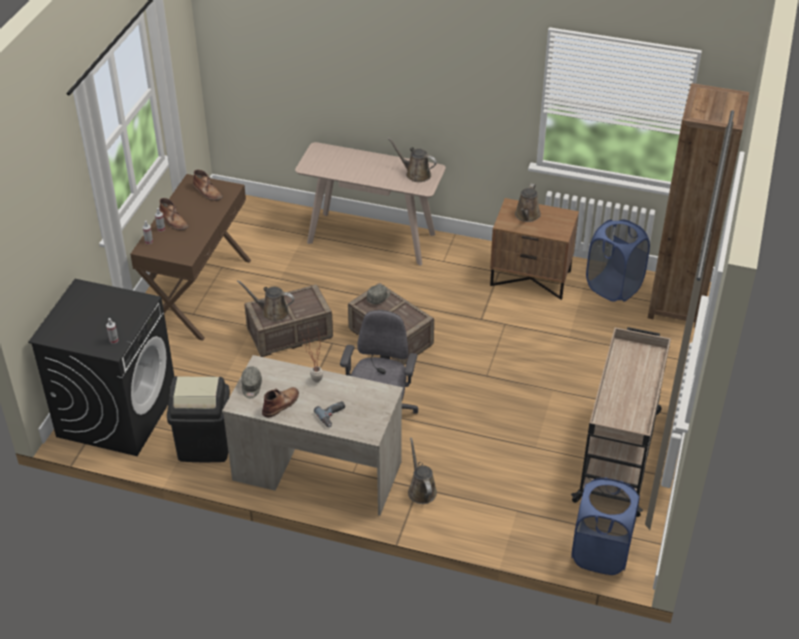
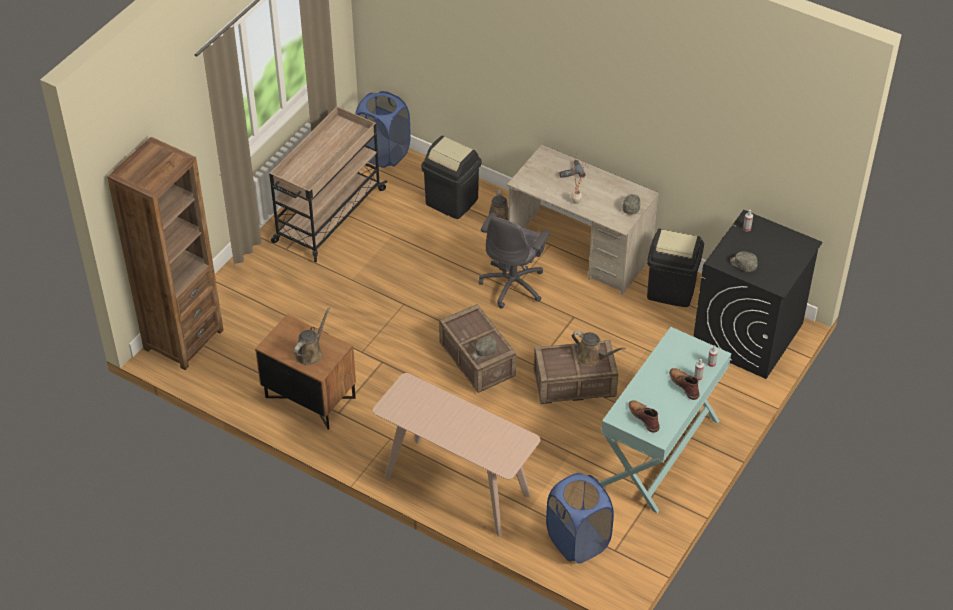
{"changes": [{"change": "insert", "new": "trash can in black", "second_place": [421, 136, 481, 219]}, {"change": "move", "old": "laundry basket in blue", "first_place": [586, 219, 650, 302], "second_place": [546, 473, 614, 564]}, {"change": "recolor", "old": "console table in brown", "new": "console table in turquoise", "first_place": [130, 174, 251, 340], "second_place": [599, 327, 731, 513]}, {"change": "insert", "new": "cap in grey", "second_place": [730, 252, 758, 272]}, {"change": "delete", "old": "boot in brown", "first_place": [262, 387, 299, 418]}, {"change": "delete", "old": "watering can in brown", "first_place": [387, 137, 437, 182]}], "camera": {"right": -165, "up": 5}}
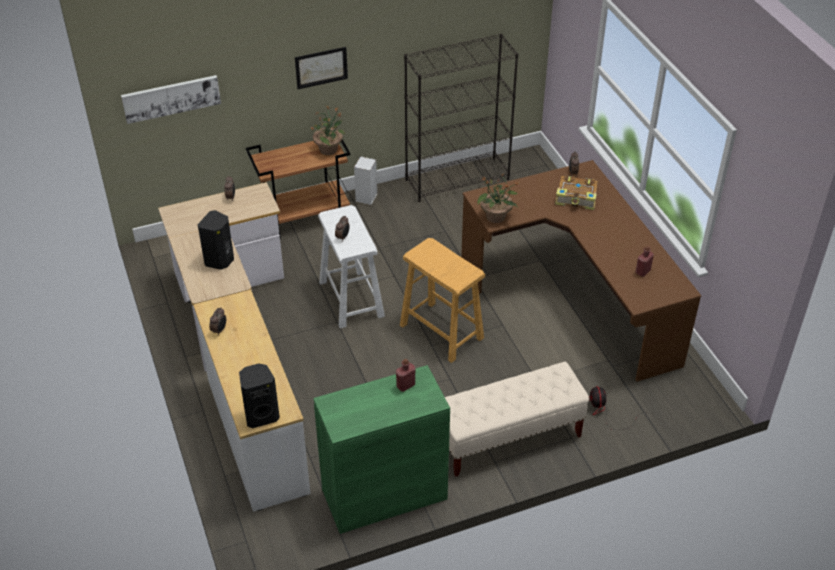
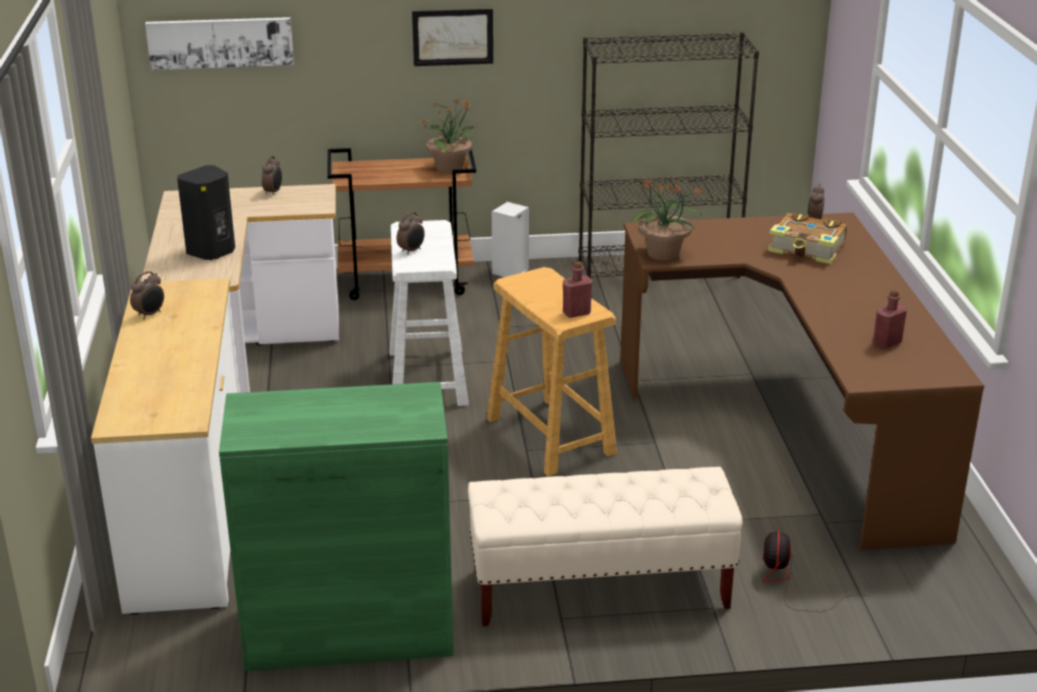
{"changes": [{"change": "move", "old": "bottle in red", "first_place": [396, 359, 416, 392], "second_place": [563, 262, 592, 318]}, {"change": "delete", "old": "speaker in black", "first_place": [239, 363, 280, 428]}], "camera": {"right": 15, "up": -15}}
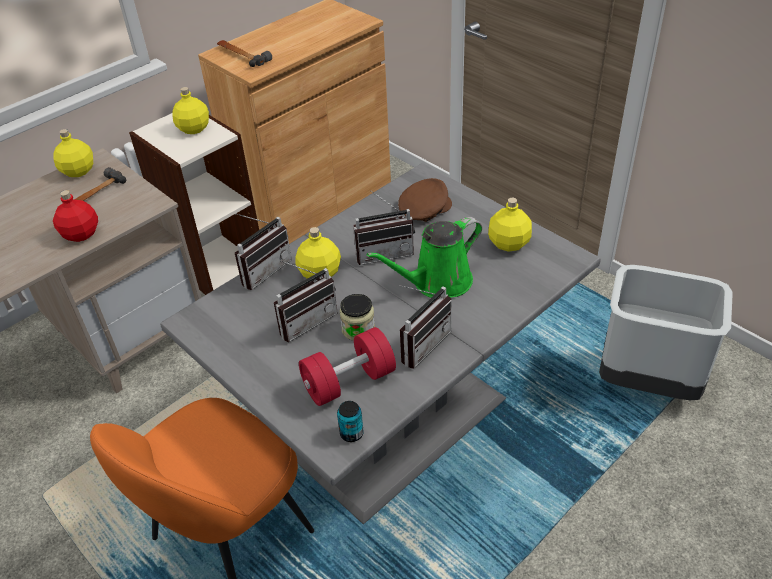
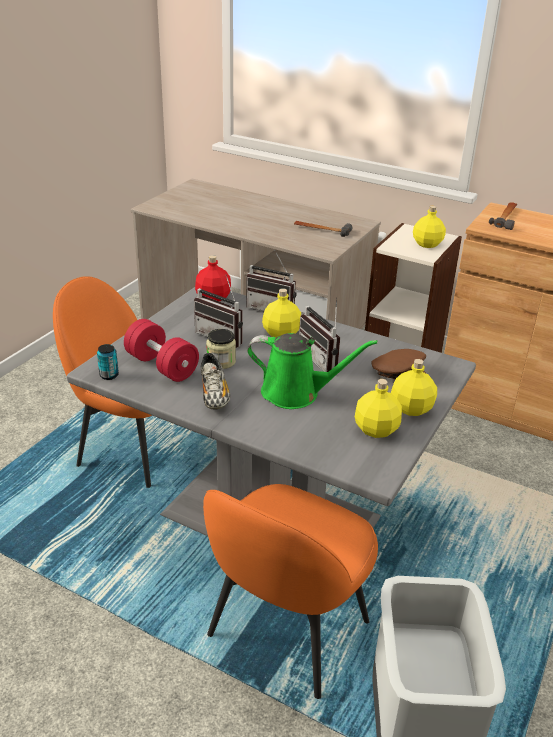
{"changes": [{"change": "move", "old": "bottle in red", "first_place": [53, 190, 98, 242], "second_place": [195, 255, 231, 302]}, {"change": "replace", "old": "radio", "new": "shoe", "first_place": [400, 285, 452, 369], "second_place": [201, 353, 230, 410]}, {"change": "insert", "new": "chair in orange", "second_place": [203, 484, 378, 699]}, {"change": "rotate", "old": "watering can in green", "first_place": [367, 217, 482, 298], "second_place": [247, 333, 378, 409], "degrees": 150}, {"change": "move", "old": "bottle in yellow", "first_place": [54, 129, 93, 177], "second_place": [391, 359, 437, 416]}], "camera": {"right": 70, "up": -10}}
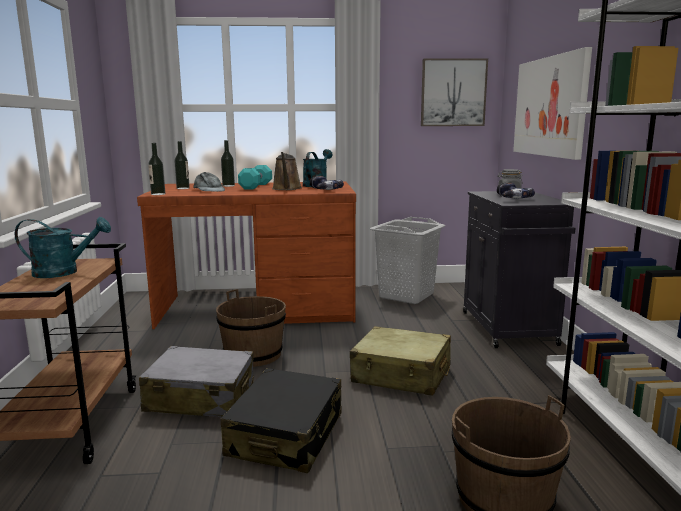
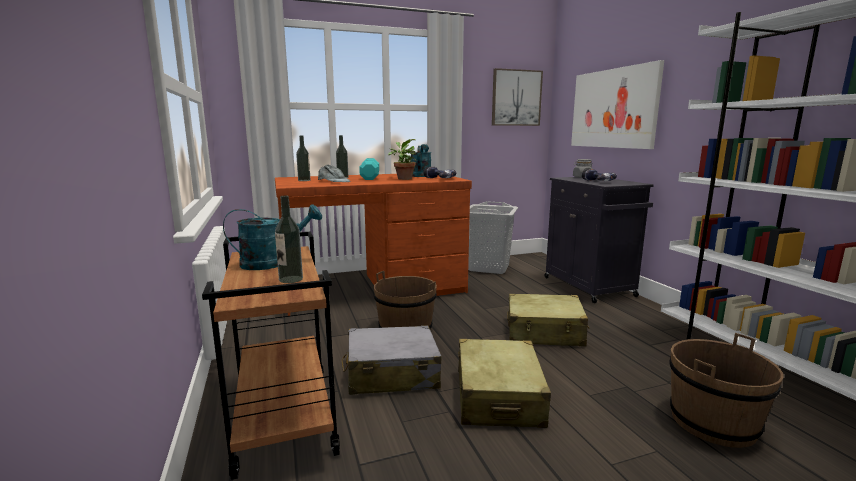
{"changes": [{"change": "move", "old": "bottle", "first_place": [148, 143, 165, 195], "second_place": [275, 196, 303, 283]}, {"change": "replace", "old": "watering can in brown", "new": "potted plant", "first_place": [272, 152, 302, 190], "second_place": [388, 139, 417, 180]}, {"change": "recolor", "old": "suitcase in black", "new": "suitcase in beige", "first_place": [221, 368, 342, 473], "second_place": [458, 339, 551, 428]}], "camera": {"right": -15, "up": 0}}
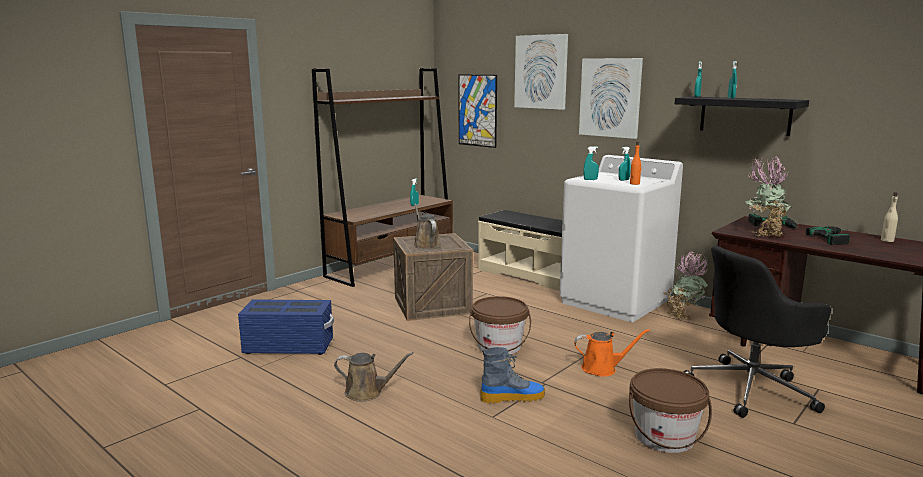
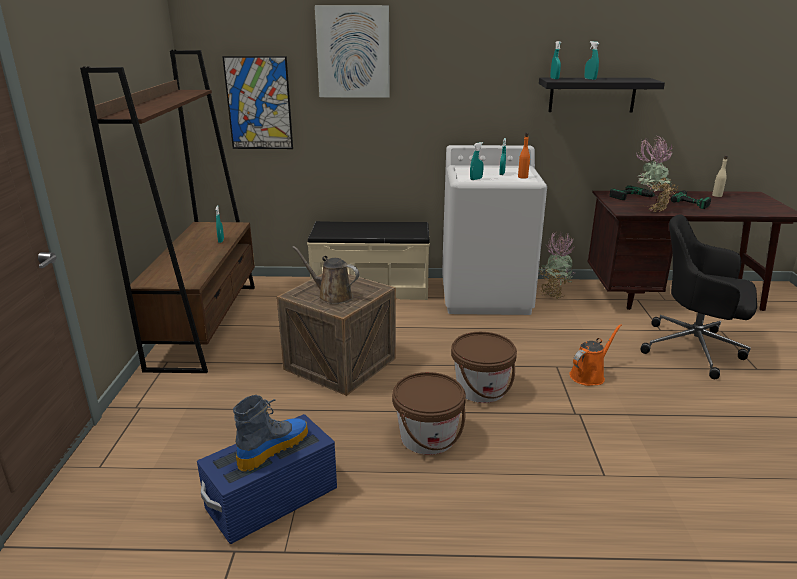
{"changes": [{"change": "move", "old": "boot", "first_place": [480, 347, 545, 404], "second_place": [233, 395, 308, 472]}, {"change": "move", "old": "bucket in brown", "first_place": [629, 368, 712, 453], "second_place": [392, 372, 466, 455]}, {"change": "rotate", "old": "office chair in black", "first_place": [684, 246, 831, 418], "second_place": [640, 214, 757, 379], "degrees": 90}, {"change": "delete", "old": "watering can in brown", "first_place": [334, 352, 414, 402]}, {"change": "delete", "old": "picture", "first_place": [579, 58, 643, 139]}], "camera": {"right": -40, "up": 10}}
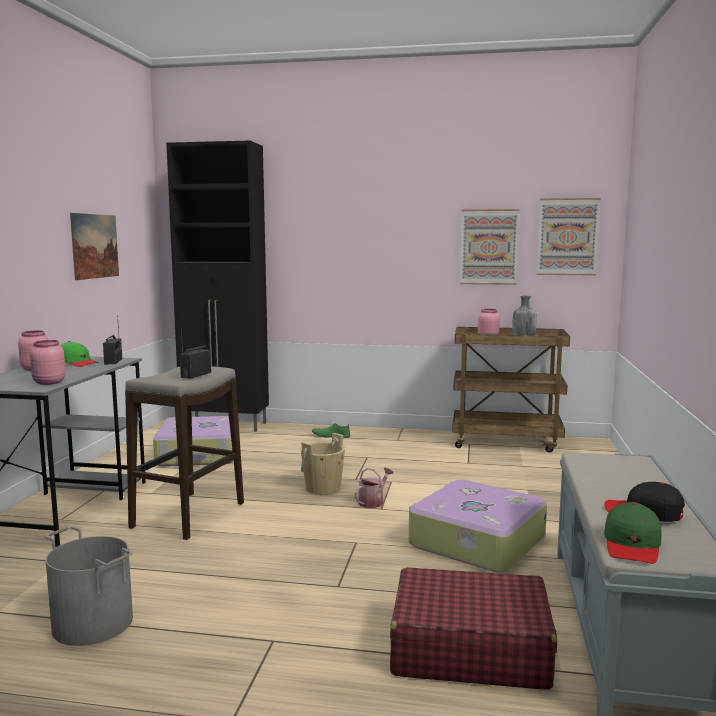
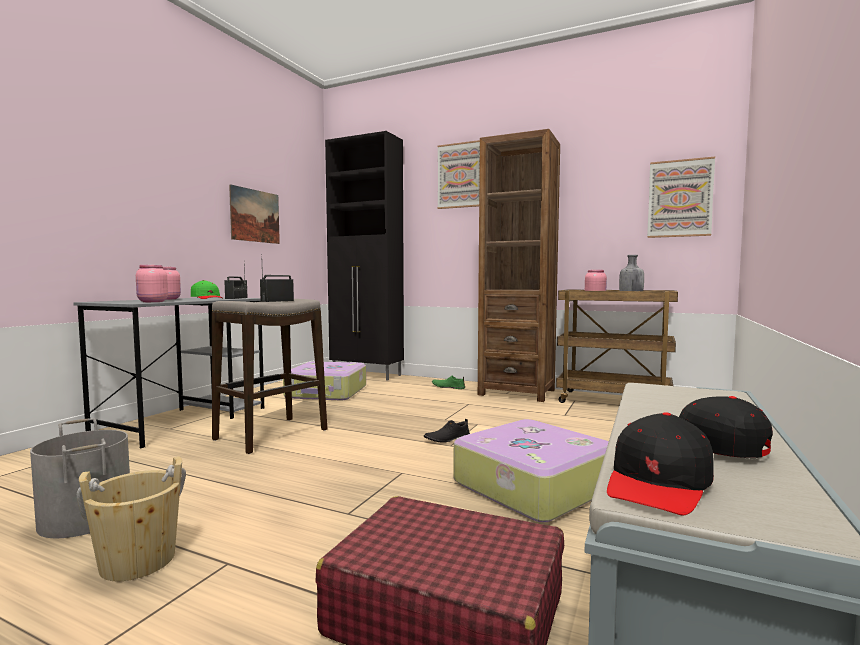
{"changes": [{"change": "move", "old": "bucket in beige", "first_place": [301, 433, 345, 495], "second_place": [77, 456, 186, 581]}, {"change": "replace", "old": "watering can", "new": "shoe in black", "first_place": [355, 467, 393, 508], "second_place": [424, 419, 470, 443]}, {"change": "move", "old": "picture", "first_place": [460, 209, 520, 285], "second_place": [437, 140, 480, 209]}, {"change": "insert", "new": "bookcase in brown", "second_place": [478, 129, 560, 402]}, {"change": "recolor", "old": "cap in green", "new": "cap in black", "first_place": [604, 502, 662, 564], "second_place": [607, 412, 714, 515]}], "camera": {"right": 15, "up": -5}}
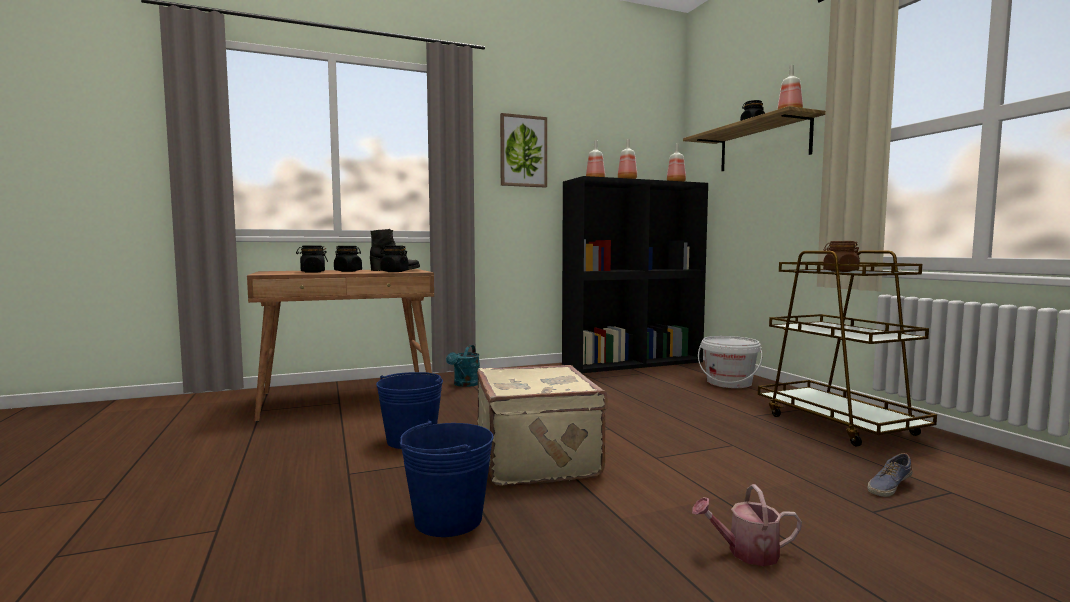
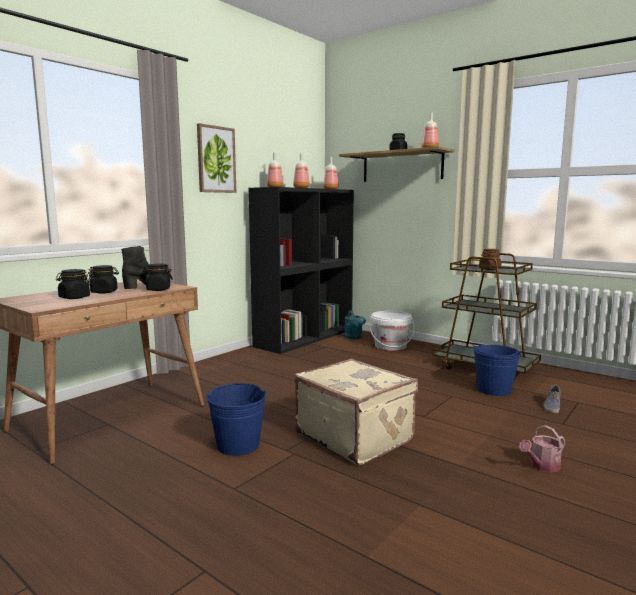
{"changes": [{"change": "move", "old": "watering can in turquoise", "first_place": [446, 345, 480, 387], "second_place": [344, 310, 366, 339]}, {"change": "move", "old": "bucket in blue", "first_place": [400, 420, 494, 537], "second_place": [473, 345, 522, 396]}], "camera": {"right": -30, "up": 5}}
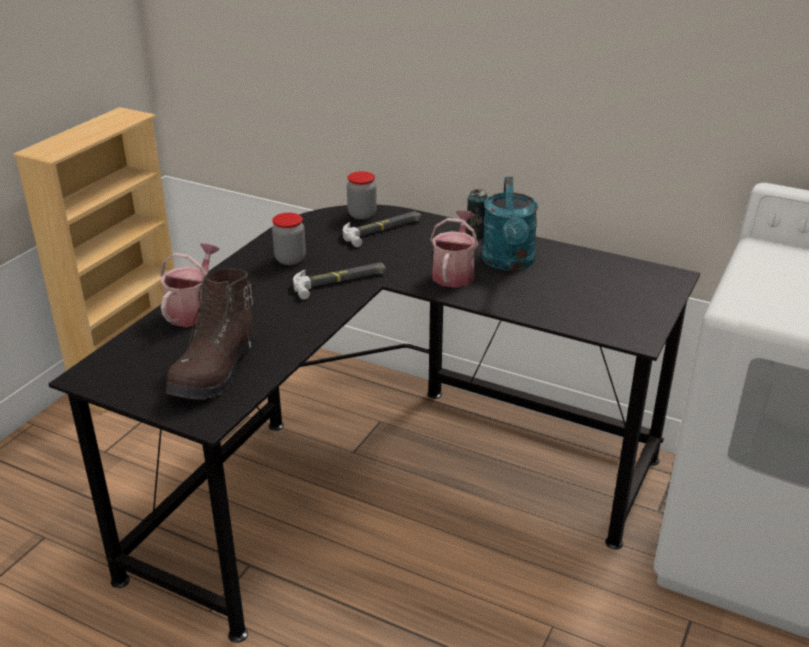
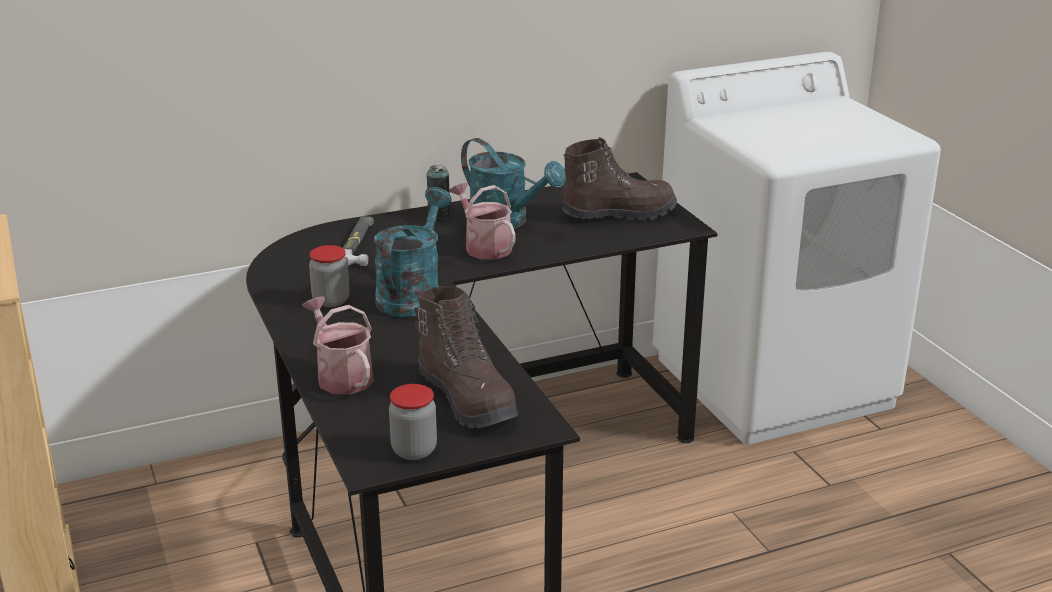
{"changes": [{"change": "replace", "old": "hammer", "new": "watering can in turquoise", "first_place": [293, 263, 386, 299], "second_place": [374, 187, 452, 317]}, {"change": "move", "old": "jar", "first_place": [347, 171, 377, 220], "second_place": [389, 384, 437, 460]}, {"change": "insert", "new": "boot in brown", "second_place": [562, 137, 677, 221]}], "camera": {"right": -50, "up": -5}}
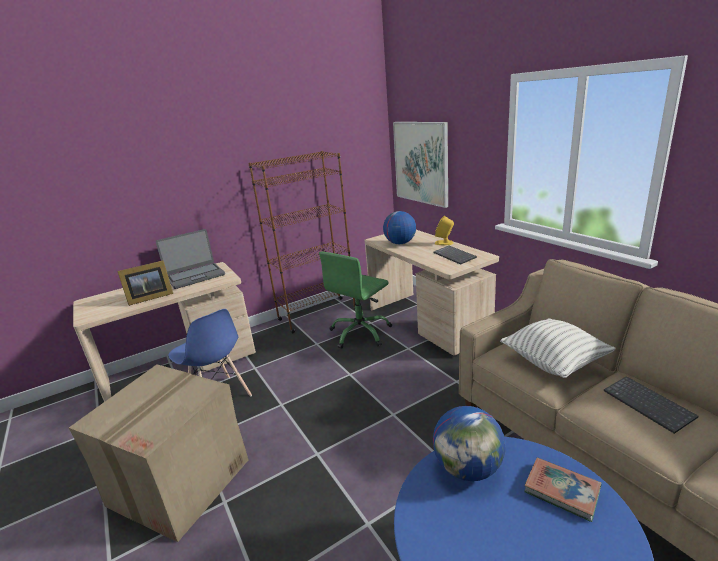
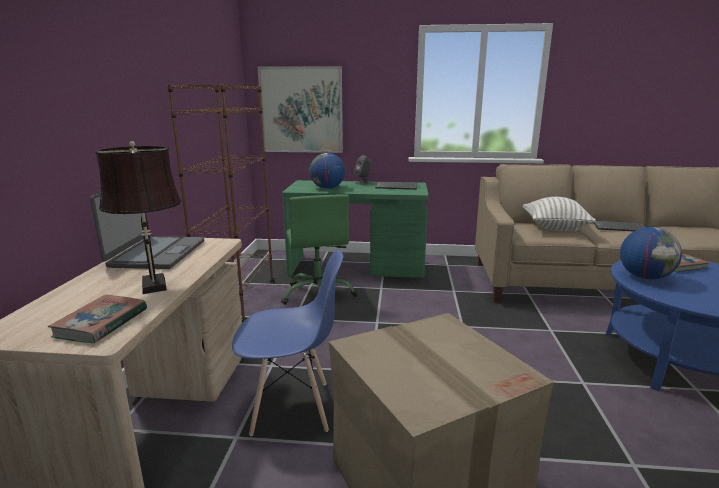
{"changes": [{"change": "insert", "new": "book", "second_place": [48, 295, 147, 343]}, {"change": "replace", "old": "picture frame", "new": "table lamp in brown", "first_place": [117, 260, 173, 306], "second_place": [95, 141, 181, 294]}, {"change": "recolor", "old": "desk in beige", "new": "desk in green", "first_place": [365, 230, 499, 355], "second_place": [282, 180, 429, 278]}, {"change": "recolor", "old": "speaker in yellow", "new": "speaker in grey", "first_place": [435, 216, 454, 245], "second_place": [354, 155, 372, 185]}], "camera": {"right": -55, "up": -5}}
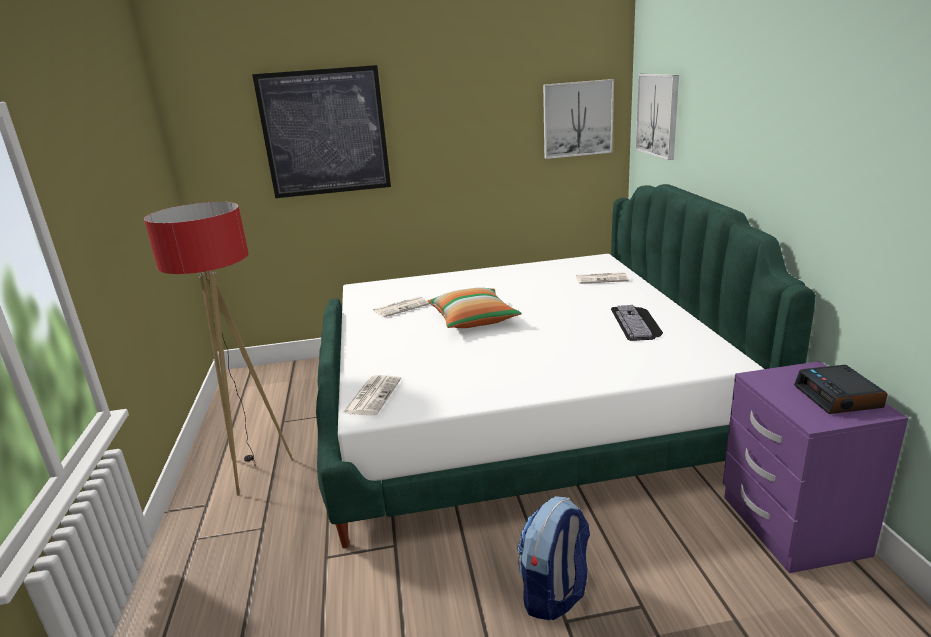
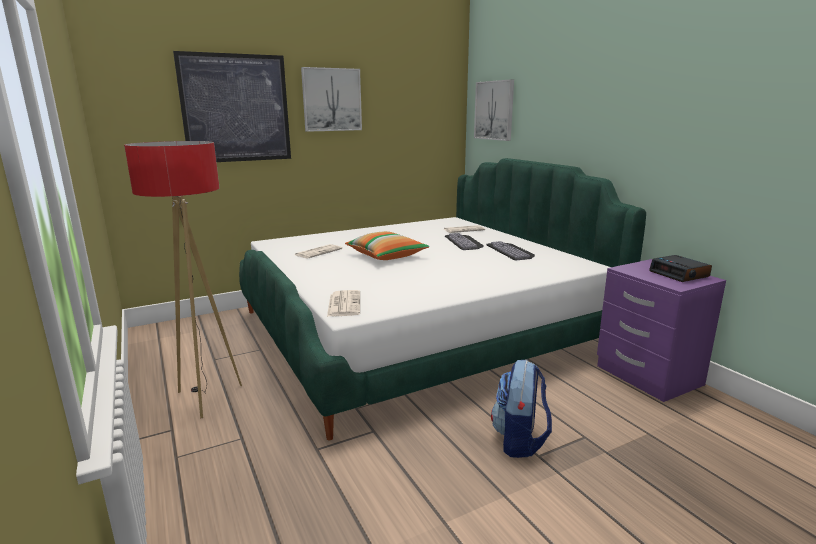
{"changes": [{"change": "move", "old": "picture", "first_place": [543, 79, 614, 159], "second_place": [301, 67, 362, 132]}, {"change": "insert", "new": "keyboard", "second_place": [445, 233, 484, 250]}], "camera": {"right": -20, "up": -5}}
